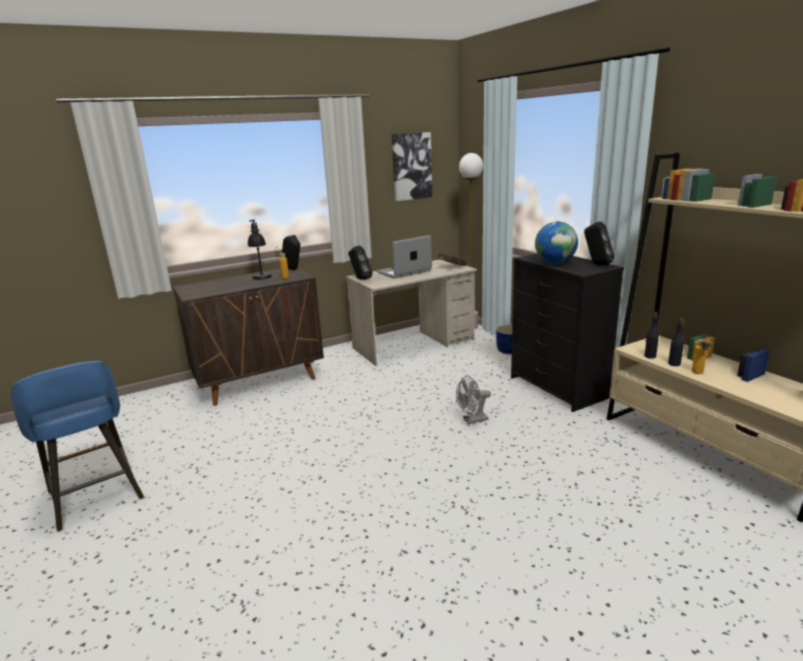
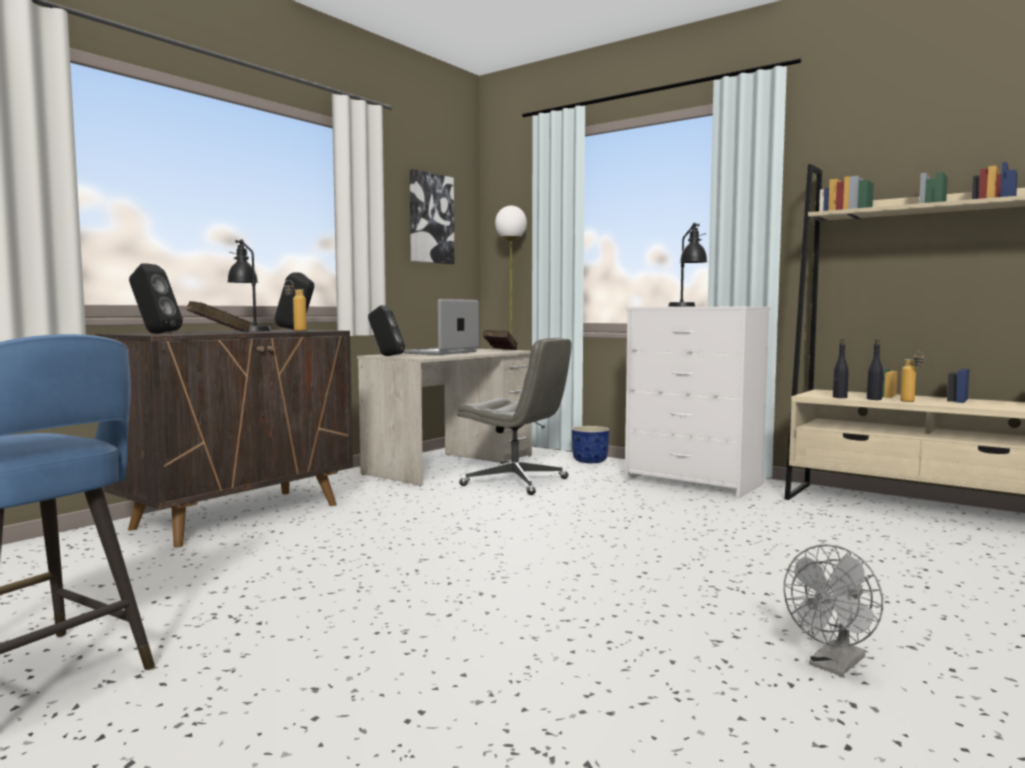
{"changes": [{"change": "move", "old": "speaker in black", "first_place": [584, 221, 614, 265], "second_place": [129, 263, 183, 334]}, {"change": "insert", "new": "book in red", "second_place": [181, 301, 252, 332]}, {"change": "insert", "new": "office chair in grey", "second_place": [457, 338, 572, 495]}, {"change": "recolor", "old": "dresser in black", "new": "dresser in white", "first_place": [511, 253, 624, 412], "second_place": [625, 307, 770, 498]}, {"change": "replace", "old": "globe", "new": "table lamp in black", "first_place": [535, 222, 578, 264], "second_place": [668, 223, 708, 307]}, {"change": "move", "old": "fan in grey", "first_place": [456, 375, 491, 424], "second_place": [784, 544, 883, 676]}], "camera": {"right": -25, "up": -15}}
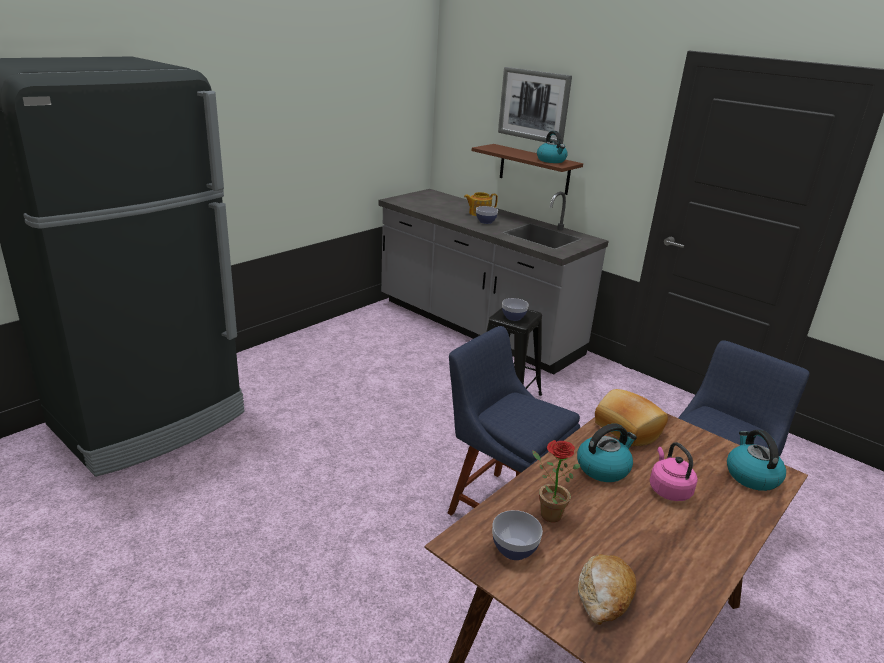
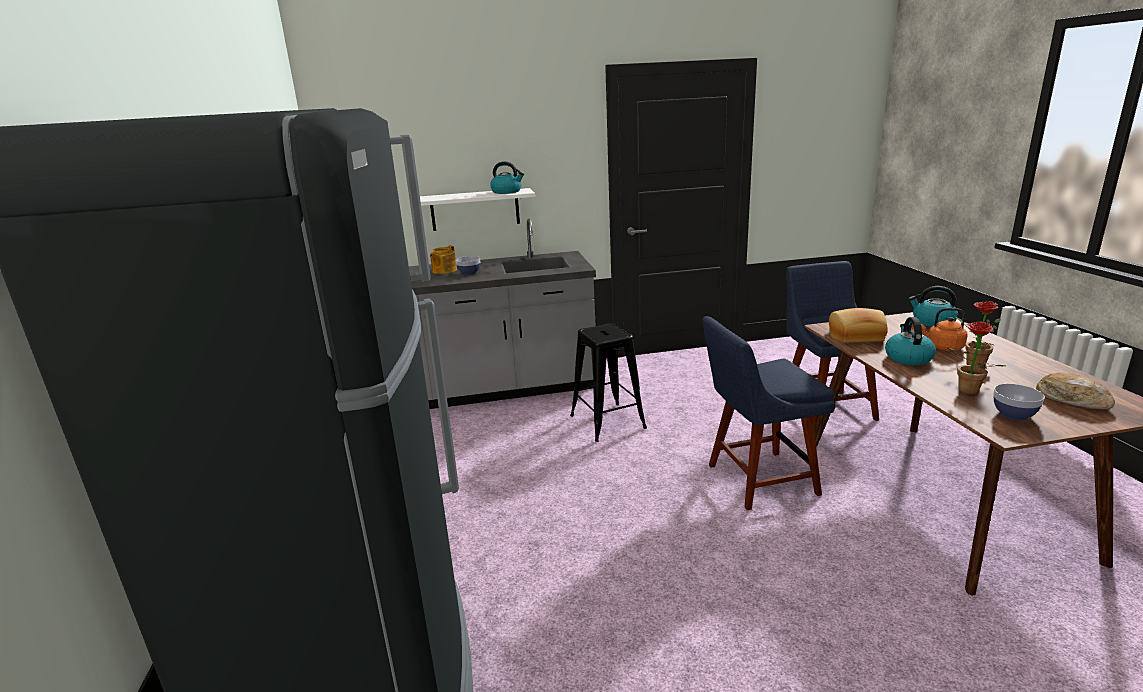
{"changes": [{"change": "recolor", "old": "shelf in brown", "new": "shelf in white", "first_place": [472, 144, 583, 195], "second_place": [420, 188, 535, 231]}, {"change": "recolor", "old": "kettle in pink", "new": "kettle in orange", "first_place": [650, 442, 698, 501], "second_place": [921, 308, 967, 351]}, {"change": "insert", "new": "potted plant", "second_place": [956, 301, 1001, 367]}, {"change": "delete", "old": "picture", "first_place": [498, 67, 572, 144]}, {"change": "delete", "old": "bowl", "first_place": [502, 298, 529, 321]}], "camera": {"right": -50, "up": -5}}
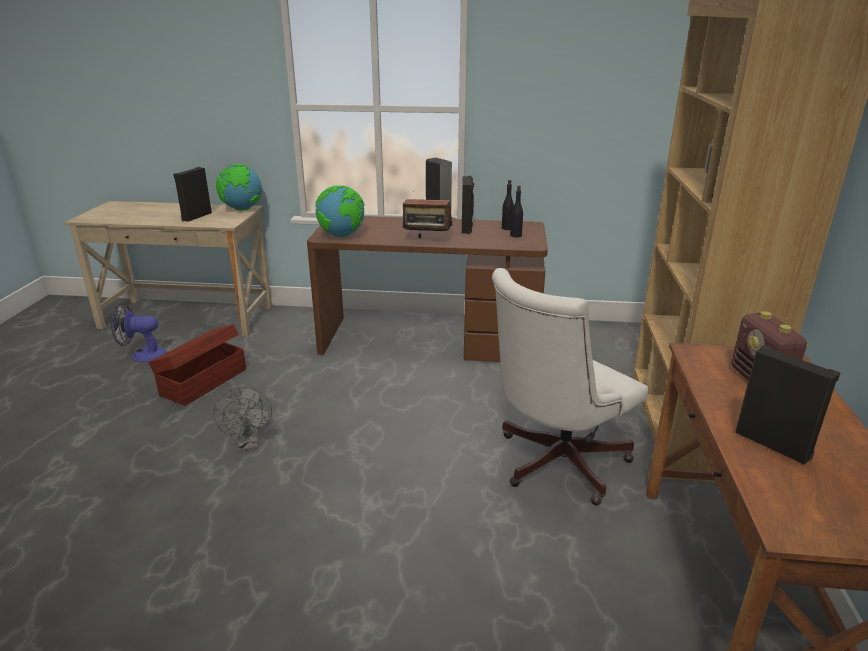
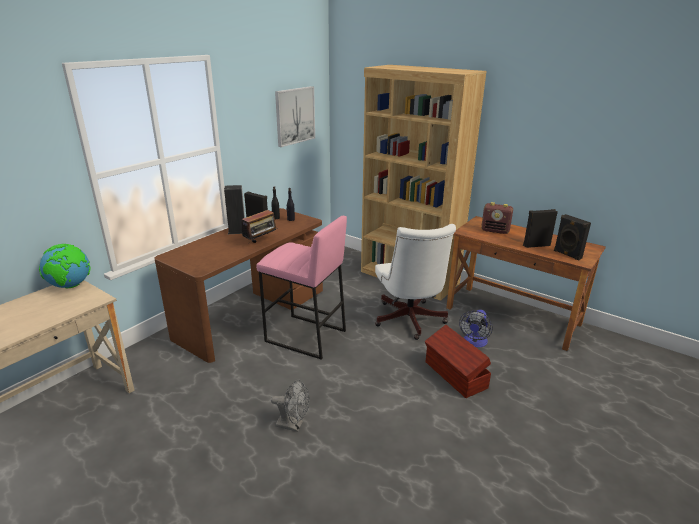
{"changes": [{"change": "insert", "new": "stool in pink", "second_place": [256, 216, 347, 360]}, {"change": "insert", "new": "picture", "second_place": [275, 86, 315, 147]}, {"change": "move", "old": "storage box in brown", "first_place": [148, 324, 246, 406], "second_place": [425, 325, 491, 398]}, {"change": "move", "old": "fan", "first_place": [111, 303, 166, 362], "second_place": [459, 310, 493, 347]}, {"change": "move", "old": "speaker in black", "first_place": [173, 167, 212, 222], "second_place": [554, 214, 591, 261]}, {"change": "delete", "old": "globe", "first_place": [315, 185, 365, 237]}], "camera": {"right": -60, "up": 0}}
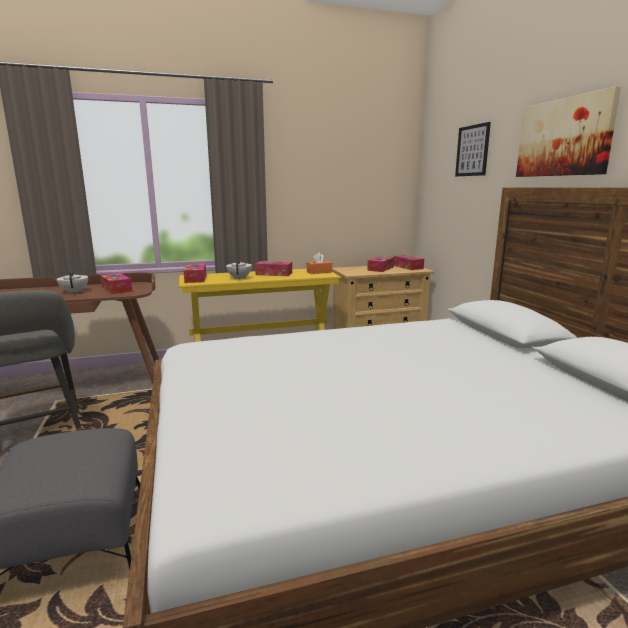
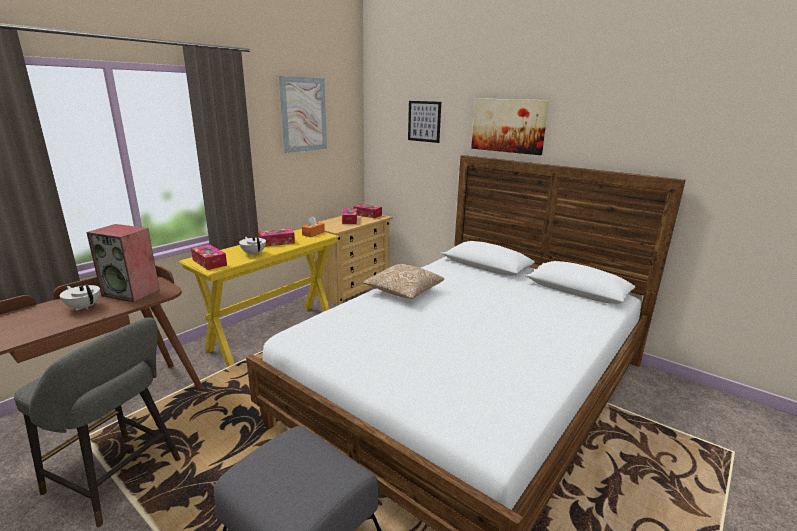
{"changes": [{"change": "replace", "old": "tissue box", "new": "speaker", "first_place": [100, 273, 132, 294], "second_place": [86, 224, 160, 302]}, {"change": "insert", "new": "picture", "second_place": [279, 76, 327, 153]}, {"change": "insert", "new": "pillow", "second_place": [363, 264, 444, 299]}], "camera": {"right": -35, "up": 5}}
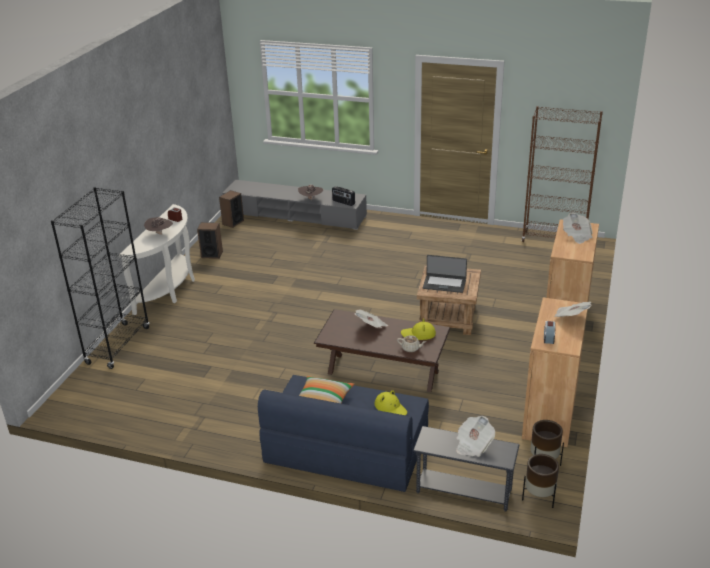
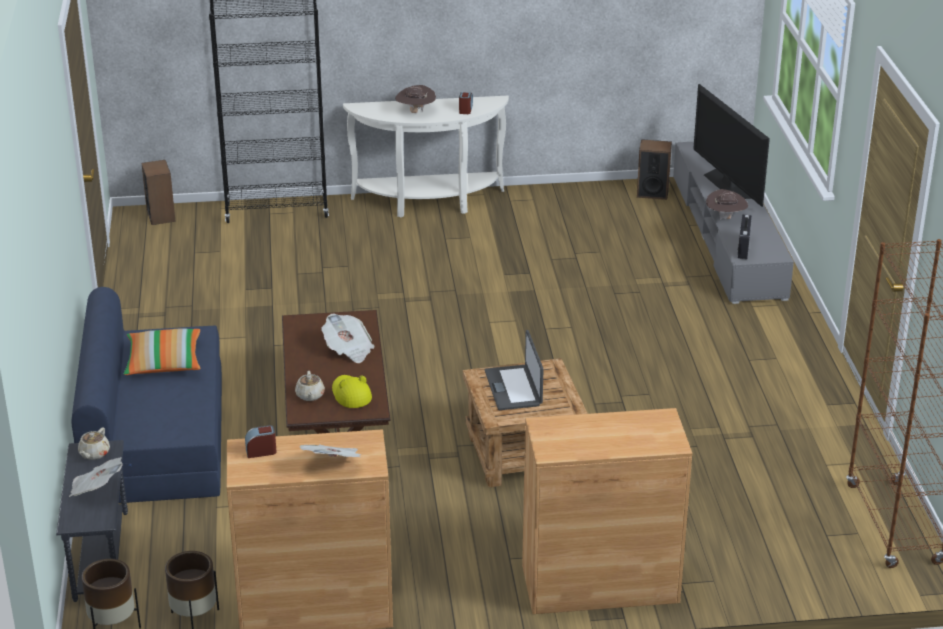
{"changes": [{"change": "insert", "new": "teapot in beige", "second_place": [78, 428, 110, 460]}, {"change": "move", "old": "speaker", "first_place": [197, 222, 223, 259], "second_place": [141, 160, 176, 225]}, {"change": "insert", "new": "television", "second_place": [693, 84, 770, 207]}, {"change": "delete", "old": "hat in yellow", "first_place": [374, 390, 407, 415]}, {"change": "delete", "old": "newspaper", "first_place": [563, 213, 593, 244]}], "camera": {"right": 65, "up": 0}}
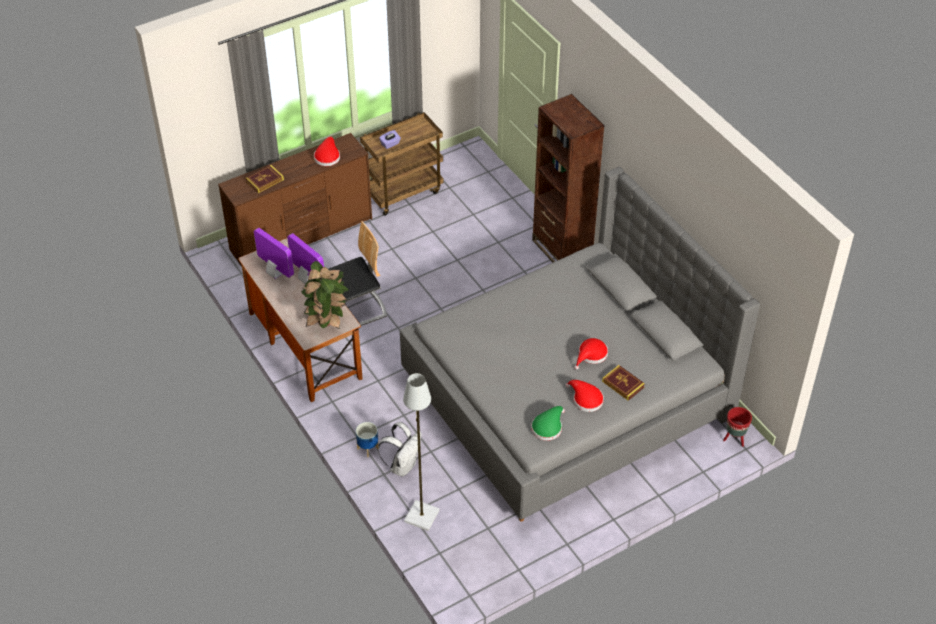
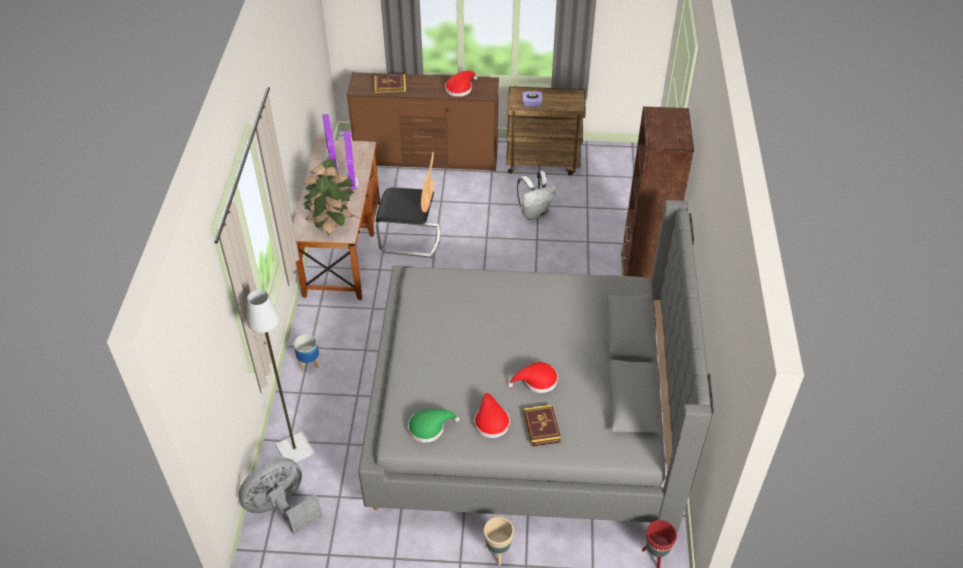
{"changes": [{"change": "insert", "new": "fan in grey", "second_place": [238, 458, 323, 534]}, {"change": "insert", "new": "planter in beige", "second_place": [484, 517, 514, 566]}, {"change": "move", "old": "backpack in white", "first_place": [377, 422, 422, 477], "second_place": [517, 171, 557, 220]}], "camera": {"right": 35, "up": 0}}
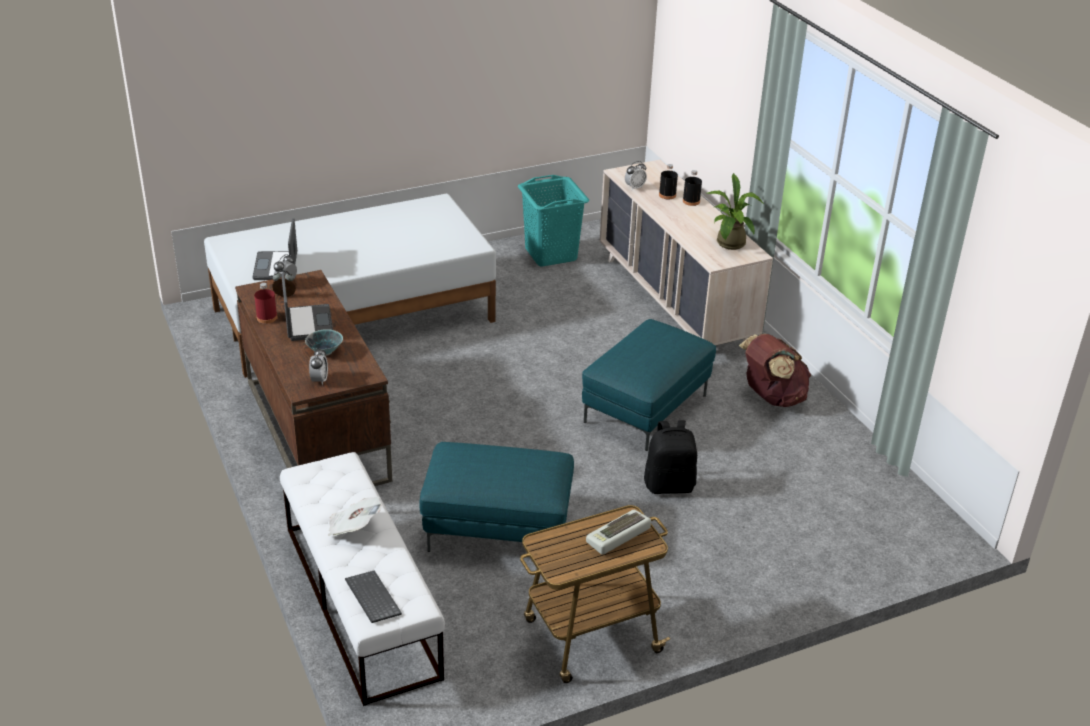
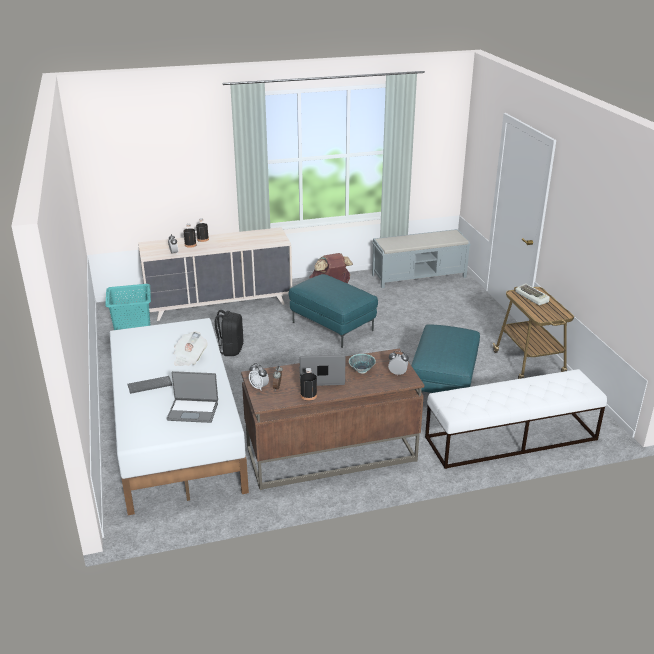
{"changes": [{"change": "move", "old": "keyboard", "first_place": [345, 570, 402, 623], "second_place": [128, 376, 172, 394]}, {"change": "move", "old": "newspaper", "first_place": [328, 496, 382, 536], "second_place": [173, 331, 207, 366]}, {"change": "move", "old": "backpack in black", "first_place": [644, 420, 697, 494], "second_place": [215, 310, 243, 356]}, {"change": "recolor", "old": "bottle in red", "new": "bottle in black", "first_place": [254, 283, 277, 324], "second_place": [300, 368, 317, 401]}, {"change": "insert", "new": "bench in grey", "second_place": [372, 229, 471, 288]}, {"change": "delete", "old": "potted plant", "first_place": [707, 173, 764, 250]}], "camera": {"right": -80, "up": -5}}
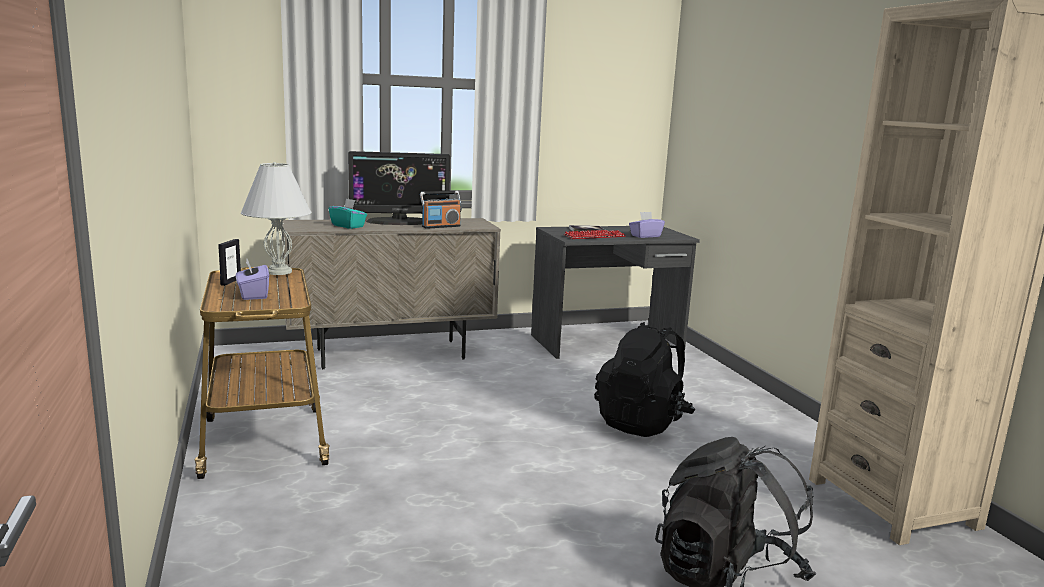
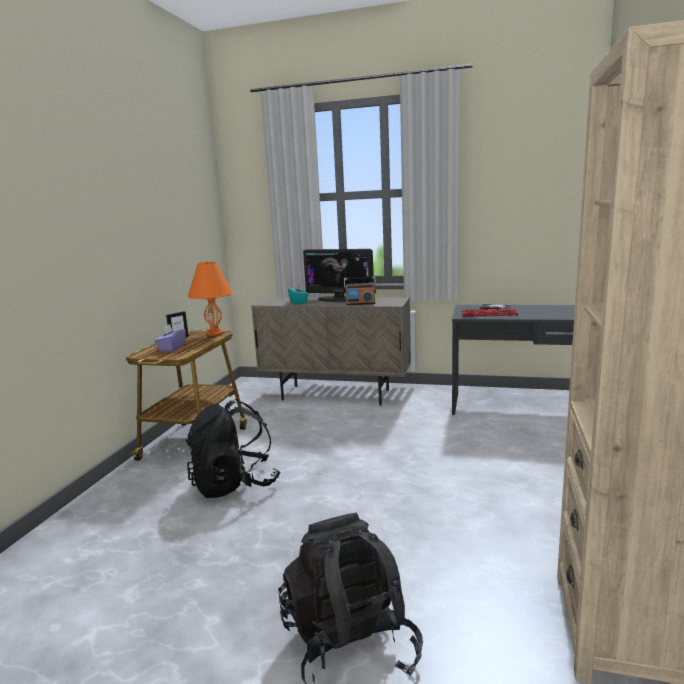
{"changes": [{"change": "move", "old": "backpack in black", "first_place": [594, 322, 695, 437], "second_place": [186, 399, 281, 498]}, {"change": "recolor", "old": "table lamp in white", "new": "table lamp in orange", "first_place": [241, 162, 312, 275], "second_place": [188, 261, 233, 336]}, {"change": "delete", "old": "tissue box in purple", "first_place": [629, 212, 665, 238]}], "camera": {"right": 35, "up": 0}}
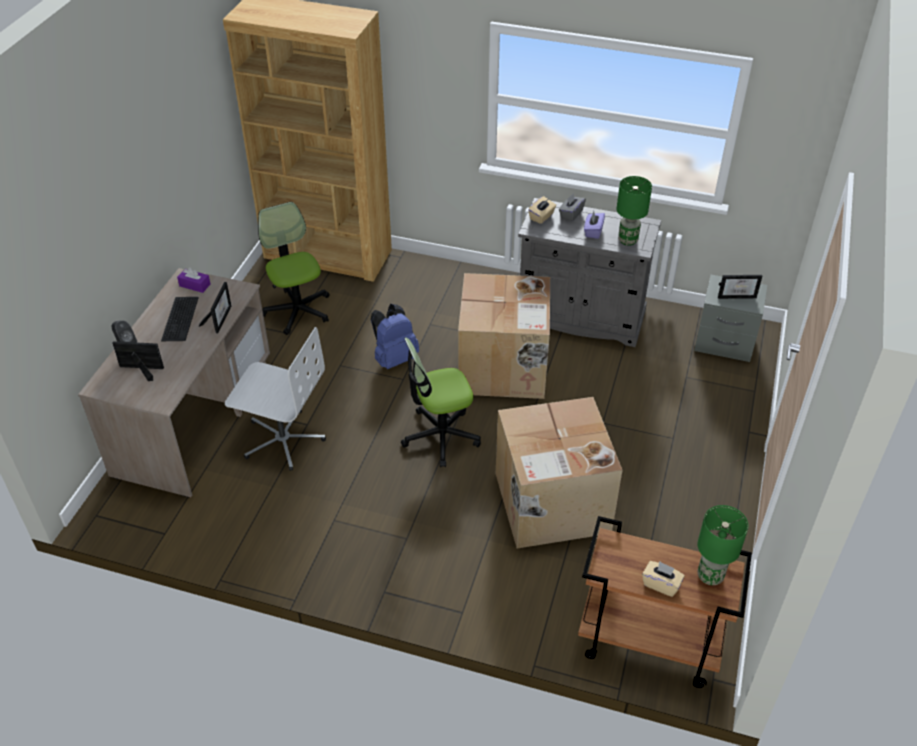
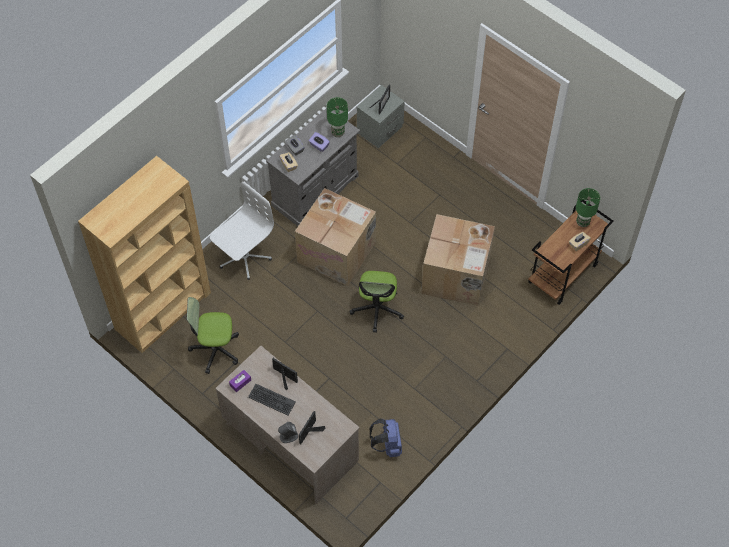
{"changes": [{"change": "move", "old": "office chair in white", "first_place": [225, 327, 326, 471], "second_place": [210, 182, 274, 280]}, {"change": "move", "old": "backpack in blue", "first_place": [371, 304, 419, 369], "second_place": [370, 419, 402, 457]}], "camera": {"right": -65, "up": 15}}
